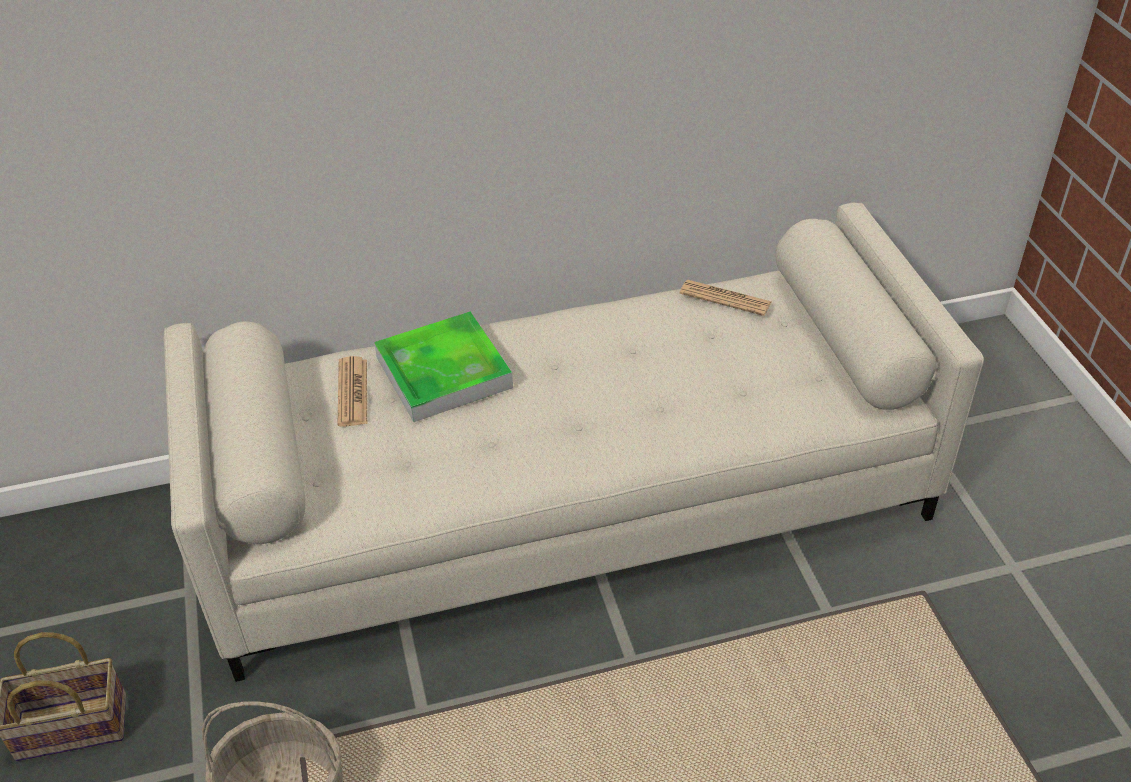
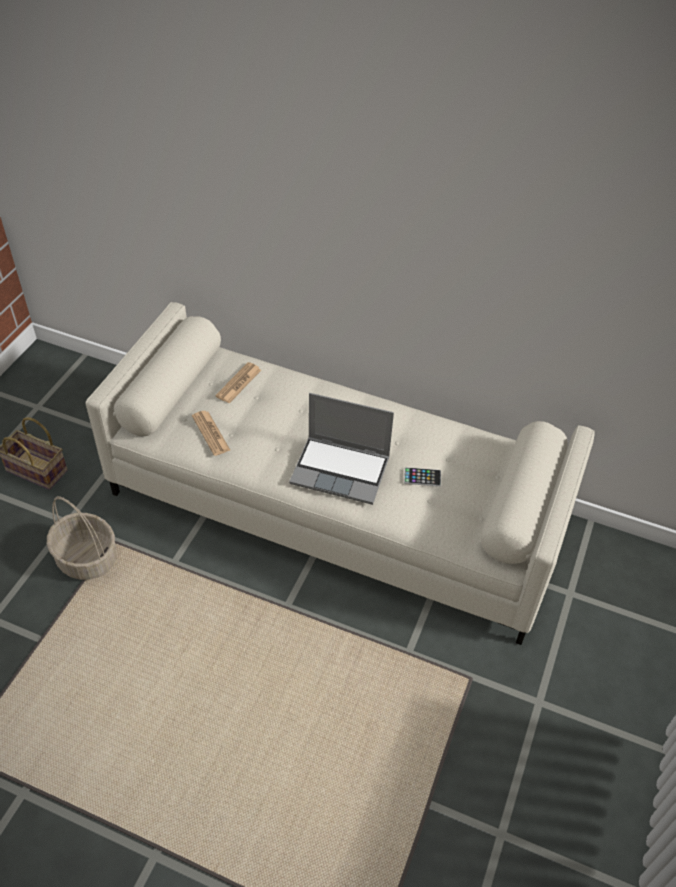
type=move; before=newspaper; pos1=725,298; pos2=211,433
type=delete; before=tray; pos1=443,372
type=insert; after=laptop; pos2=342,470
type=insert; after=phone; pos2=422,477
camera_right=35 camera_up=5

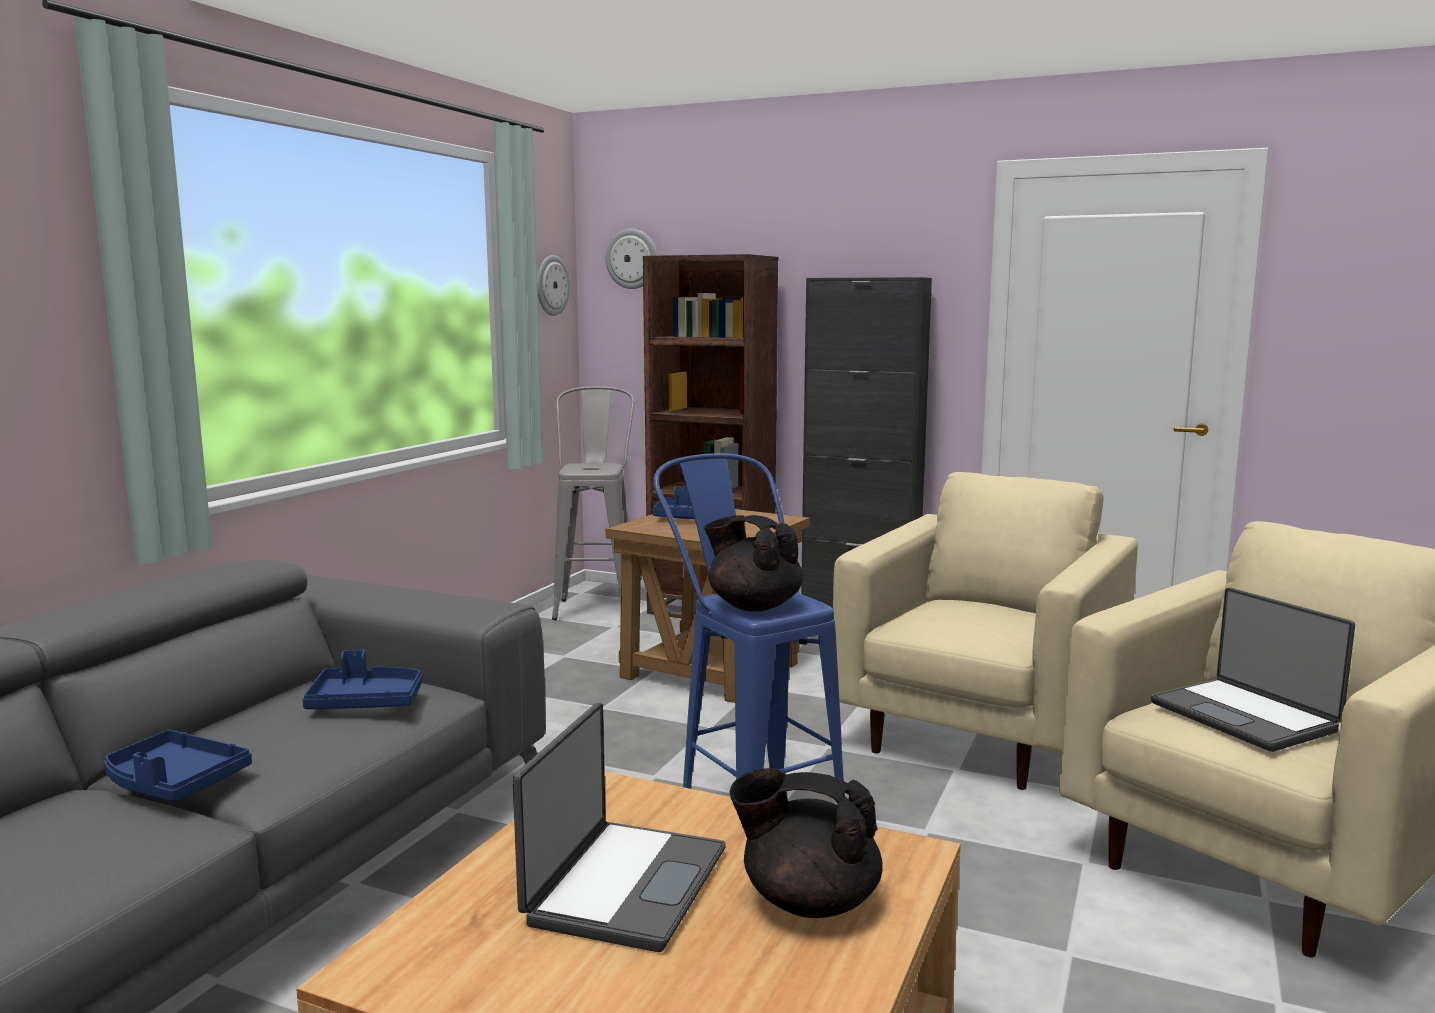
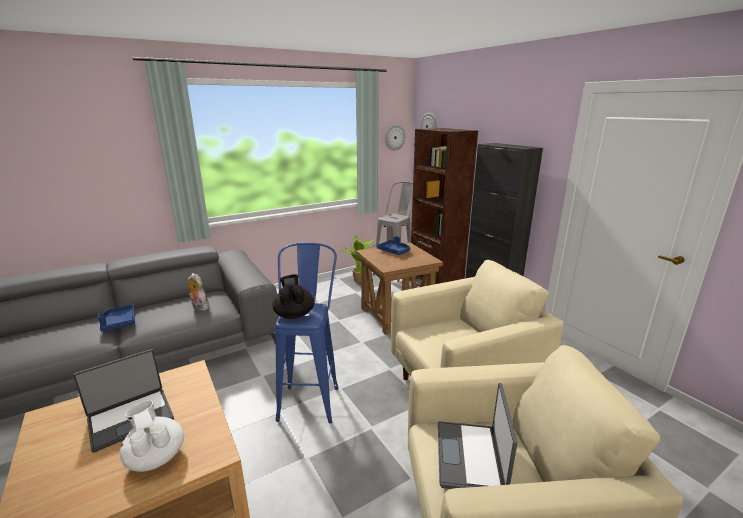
type=replace; before=tray/blue; after=plush toy; pos1=366,702; pos2=199,307
type=recolor; before=teapot/black; after=teapot/white; pos1=808,901; pos2=156,457
type=insert; after=potted plant; pos2=360,282
camera_right=35 camera_up=10

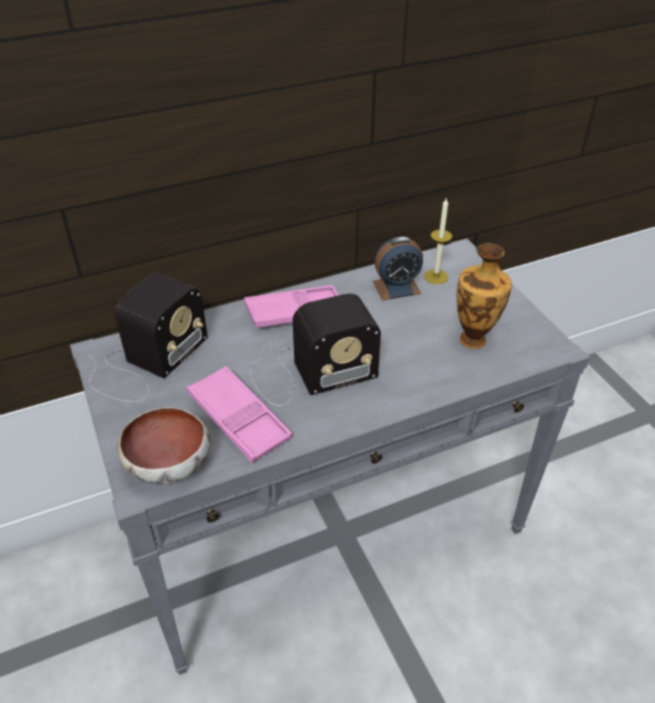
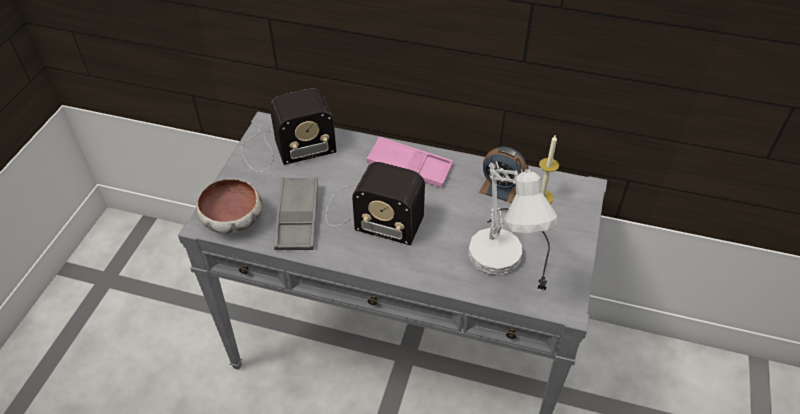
type=replace; before=vase; after=table lamp/white; pos1=474,339; pos2=512,261
type=recolor; before=tray/pink; after=tray/grey; pos1=239,419; pos2=297,218
camera_right=40 camera_up=5

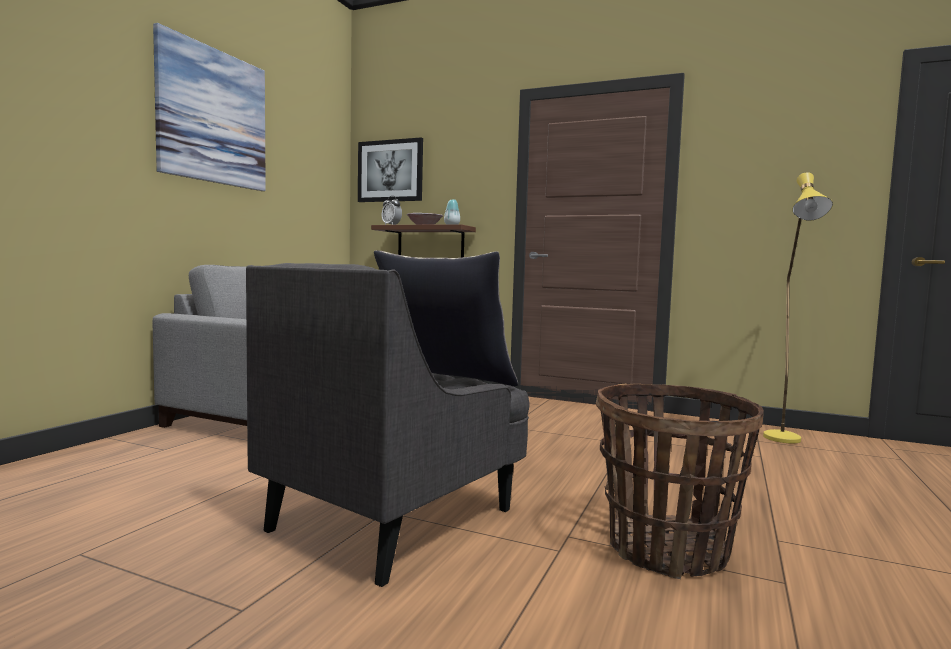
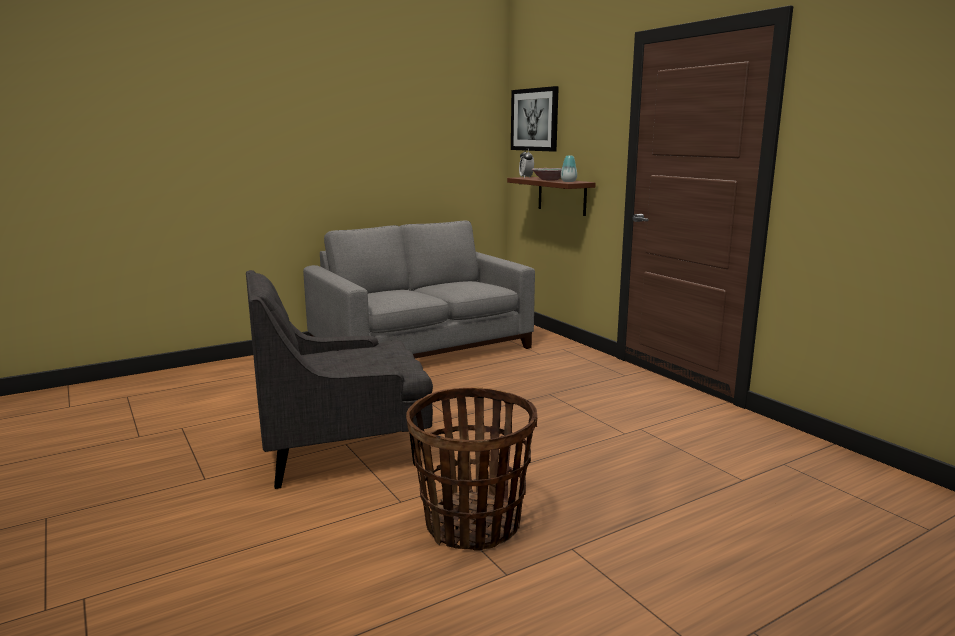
type=delete; before=picture; pos1=213,116
type=delete; before=floor lamp/yellow; pos1=785,442
type=delete; before=pillow; pos1=443,382
camera_right=35 camera_up=10

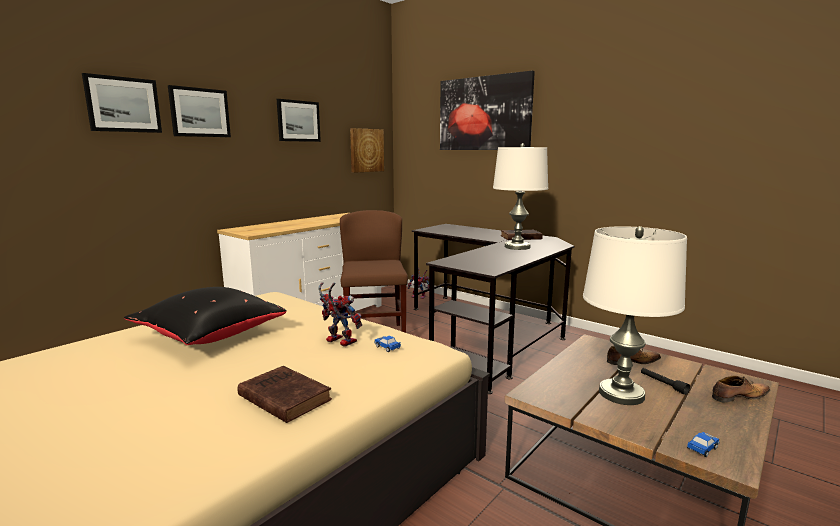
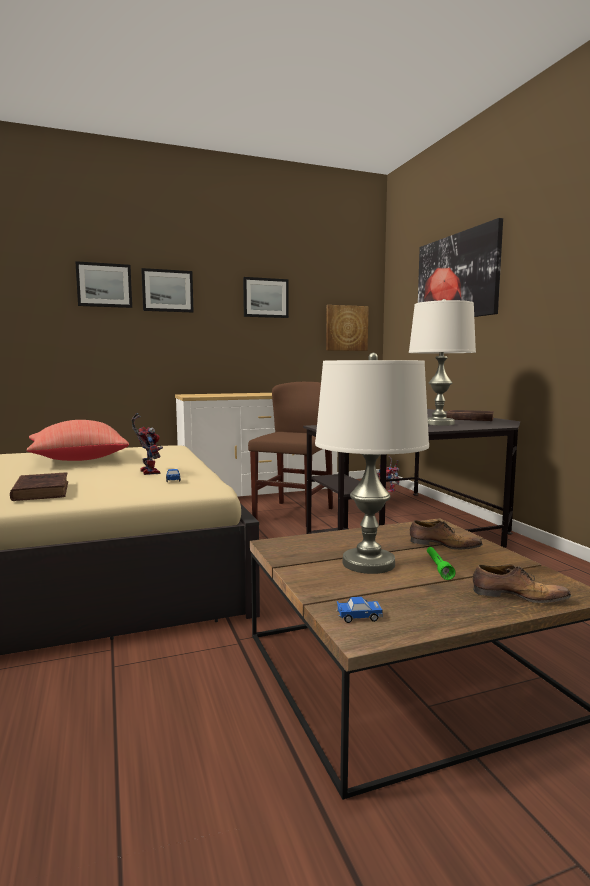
type=recolor; before=pillow/black; after=pillow/red; pos1=208,336; pos2=77,460
type=recolor; before=flashlight/black; after=flashlight/green; pos1=663,384; pos2=438,567
camera_right=30 camera_up=-5

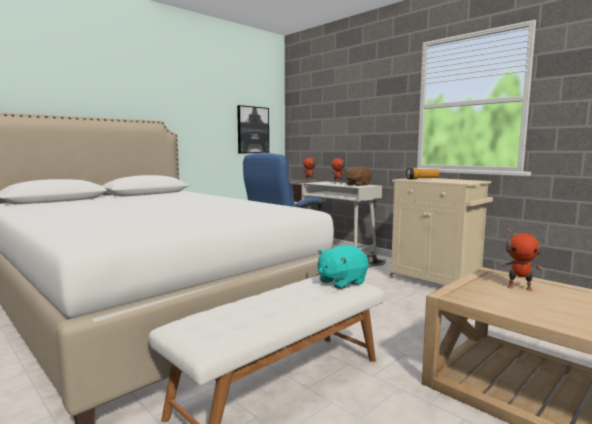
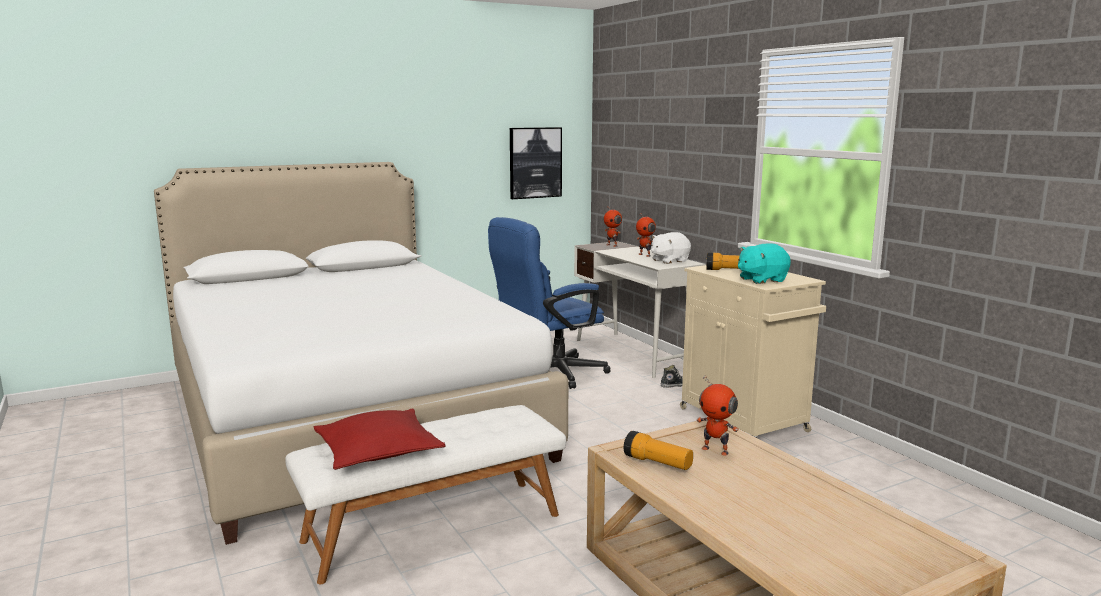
type=recolor; before=plush toy/brown; after=plush toy/white; pos1=357,185; pos2=669,261
type=move; before=plush toy/turquoise; pos1=341,282; pos2=761,280
type=insert; after=pillow/red; pos2=378,451
type=insert; after=flashlight; pos2=657,463
camera_right=15 camera_up=5

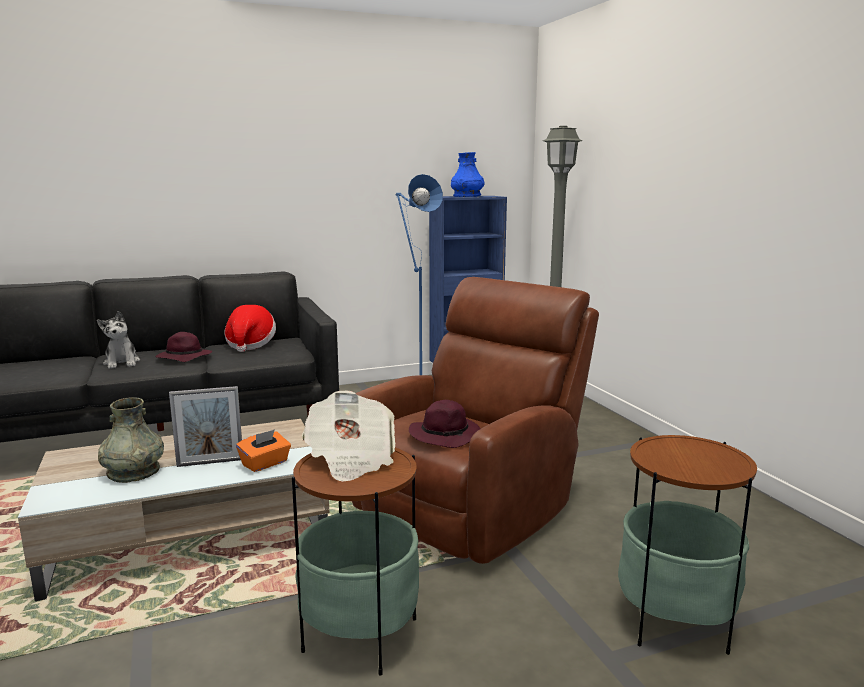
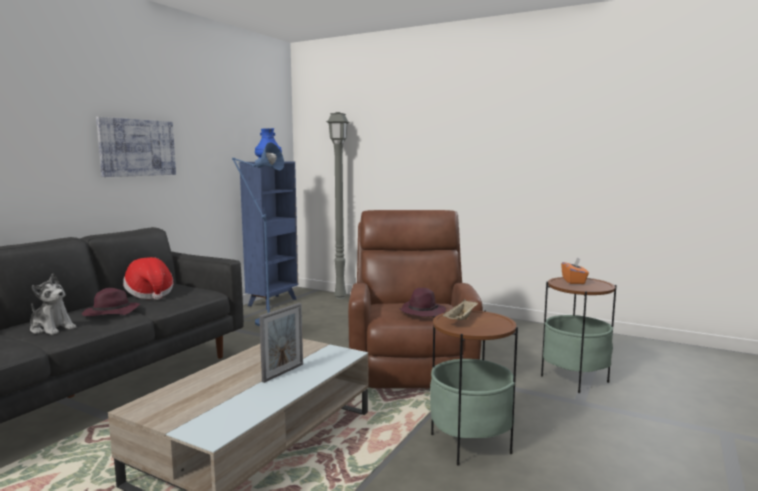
type=replace; before=newspaper; after=tray/beige; pos1=351,459; pos2=461,320
type=delete; before=vase/grey; pos1=133,471
type=move; before=tissue box/orange; pos1=265,464; pos2=574,281
type=insert; after=picture; pos2=137,147
camera_right=-40 camera_up=-5

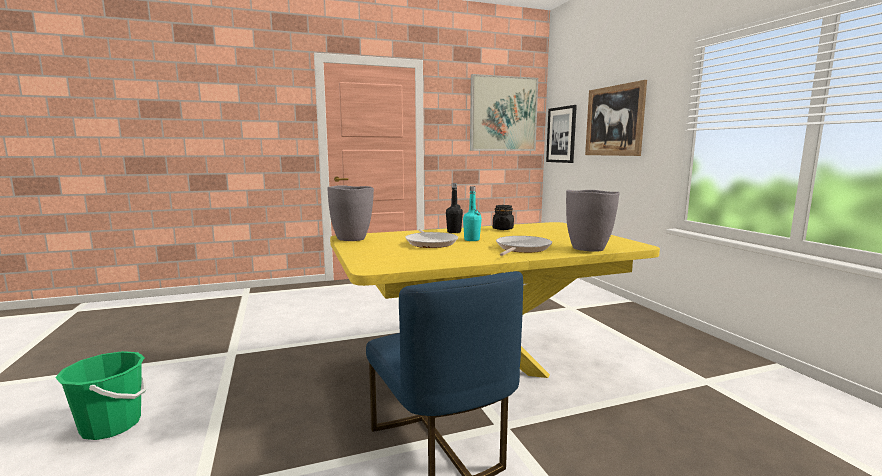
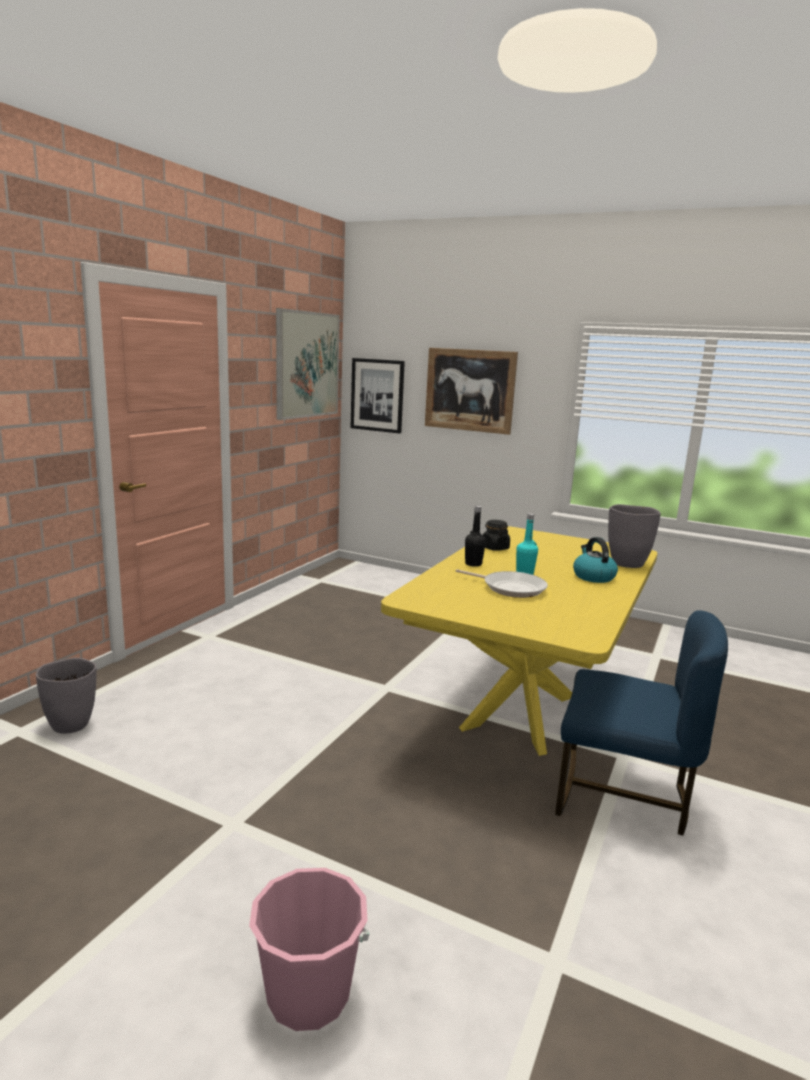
type=move; before=vase/grey; pos1=352,239; pos2=71,725
type=replace; before=frying pan; after=kettle; pos1=521,249; pos2=593,577
type=recolor; before=bucket/green; after=bucket/pink; pos1=111,425; pos2=308,994
camera_right=-45 camera_up=5

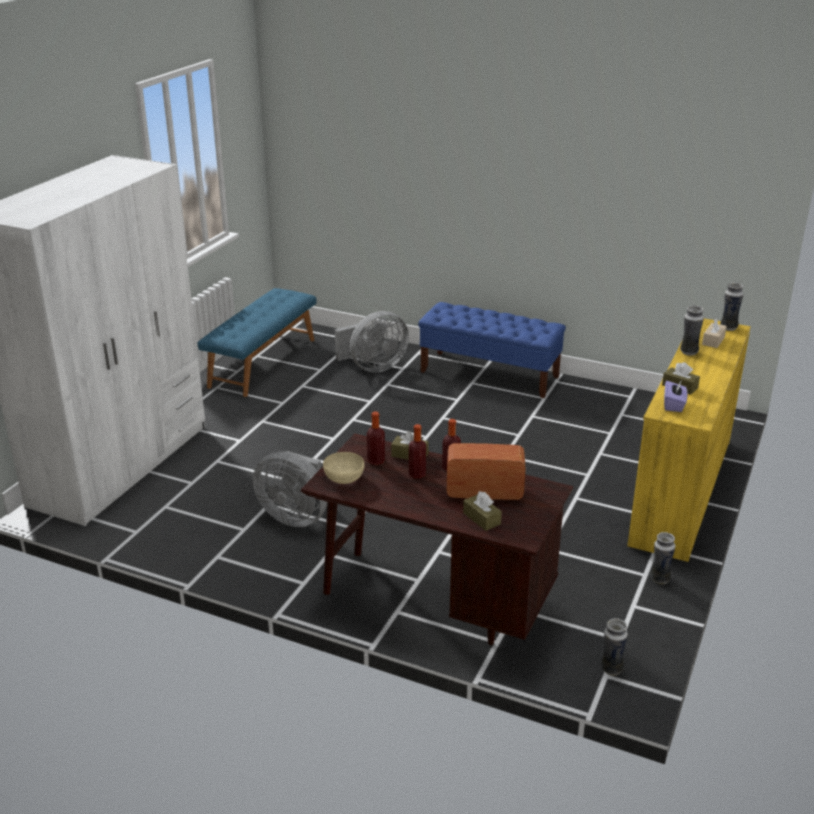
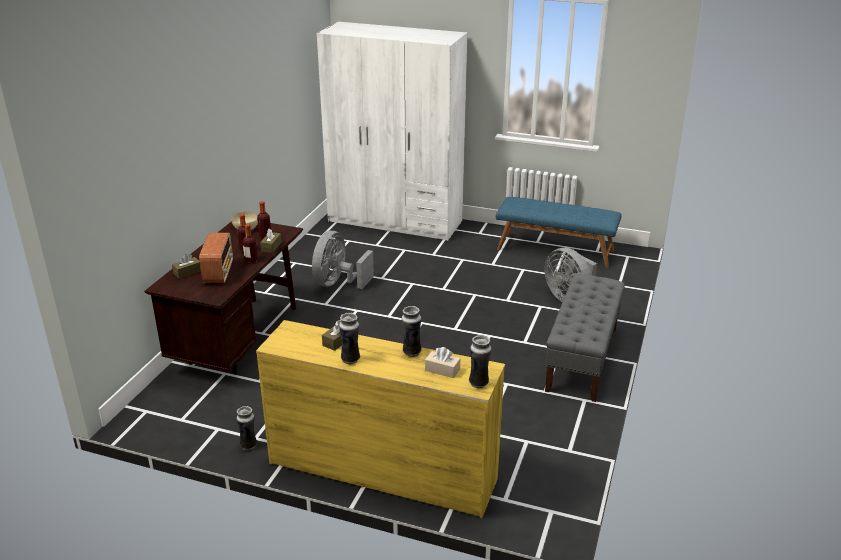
type=recolor; before=bench/blue; after=bench/grey; pos1=490,374; pos2=582,359
type=delete; before=tissue box/purple; pos1=674,405
type=move; before=vase; pos1=611,669; pos2=350,359
camera_right=85 camera_up=0

